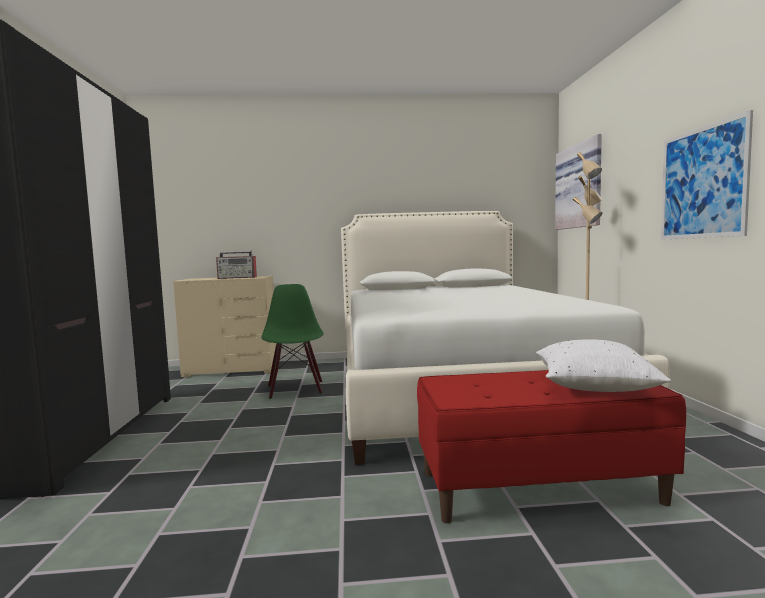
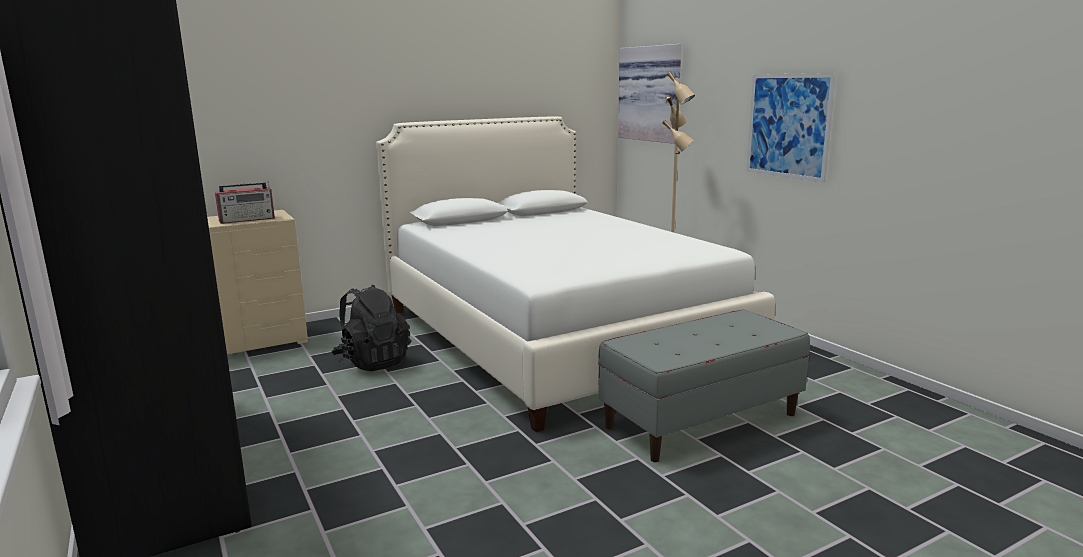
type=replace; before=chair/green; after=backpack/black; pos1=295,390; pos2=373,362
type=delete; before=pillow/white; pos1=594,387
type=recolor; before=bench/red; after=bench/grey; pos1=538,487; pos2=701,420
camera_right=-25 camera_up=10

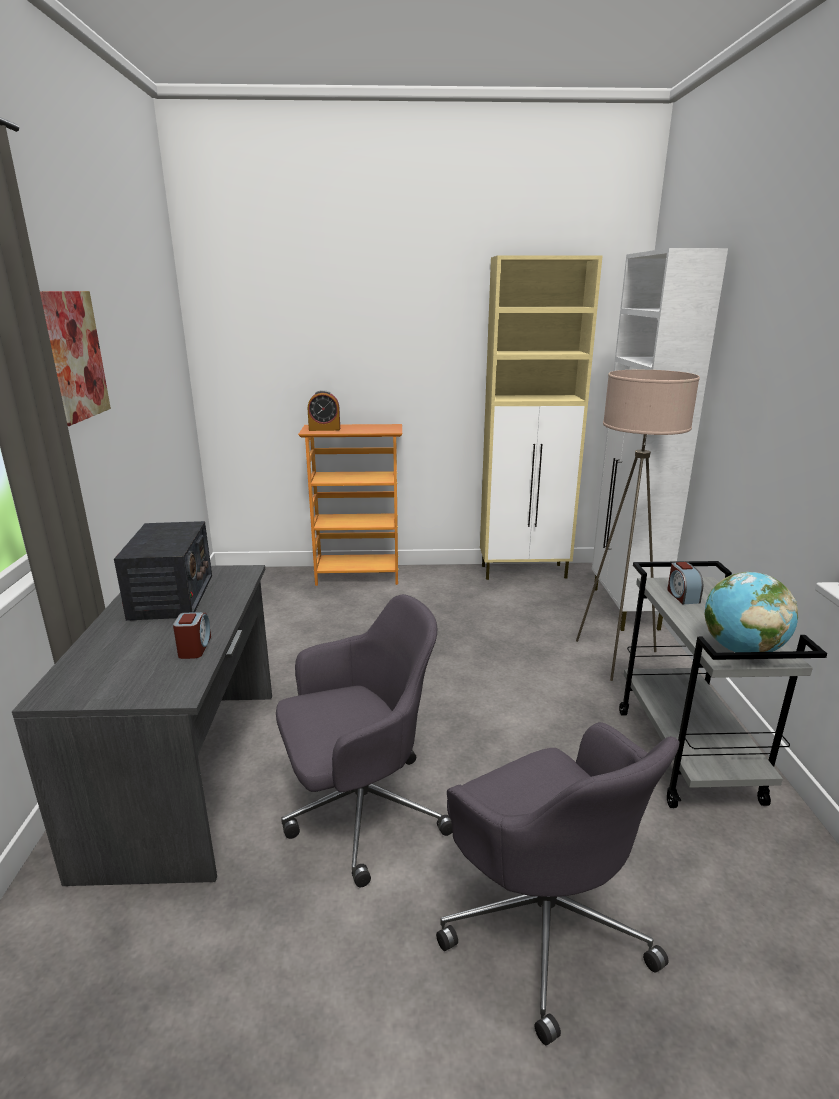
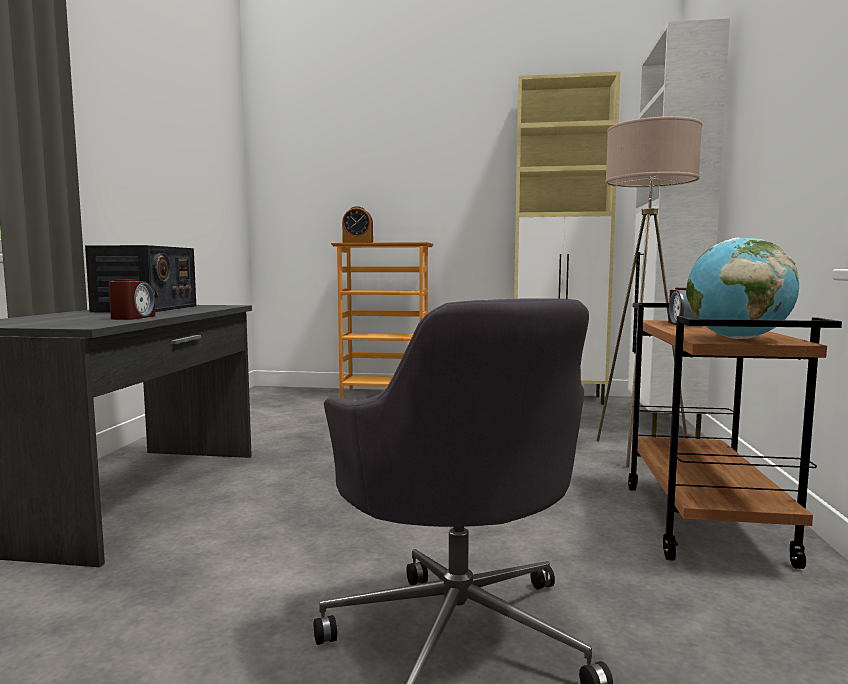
type=delete; before=picture; pos1=73,356
type=recolor; before=cart/grey; after=cart/brown; pos1=688,755; pos2=705,524
type=delete; before=office chair/grey; pos1=360,811
camera_right=10 camera_up=-15

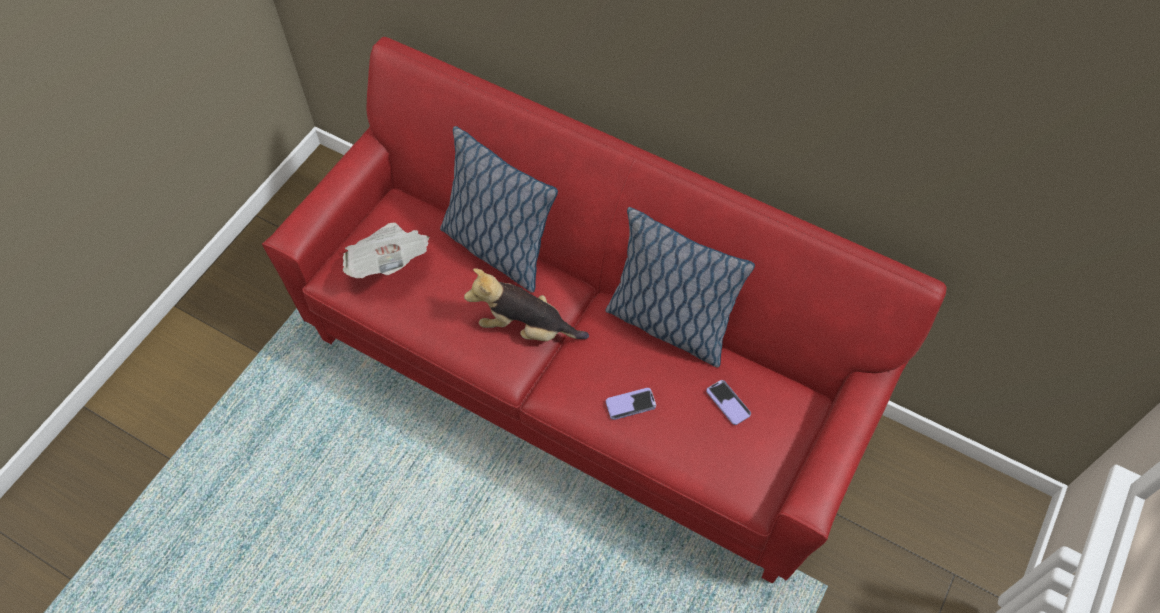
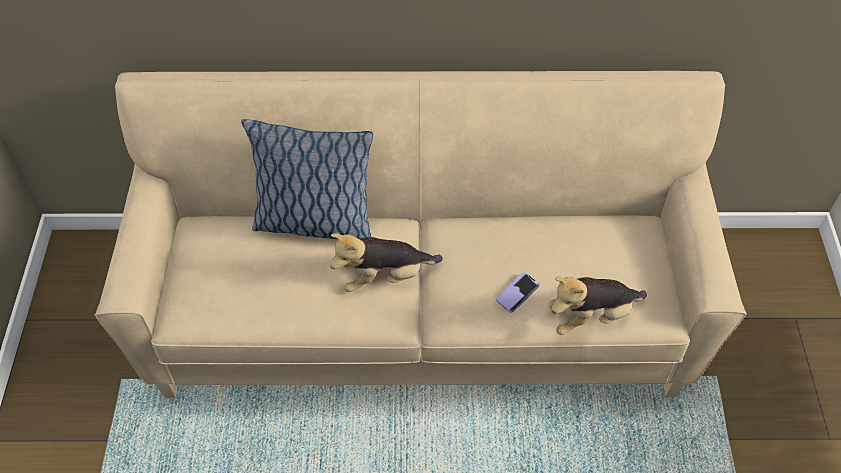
type=recolor; before=sofa/red; after=sofa/beige; pos1=580,379; pos2=420,316
type=delete; before=pillow; pos1=668,323
type=delete; before=newspaper; pos1=389,263
type=delete; before=phone; pos1=728,403
type=insert; after=plush toy; pos2=590,316
camera_right=-30 camera_up=-5

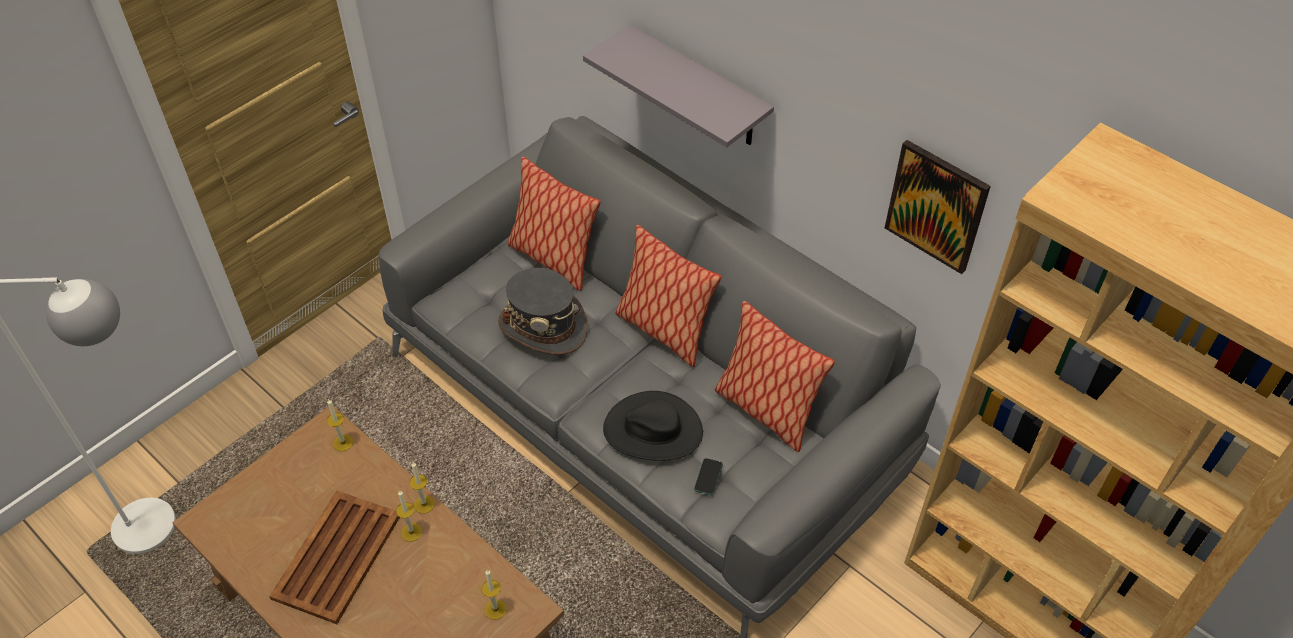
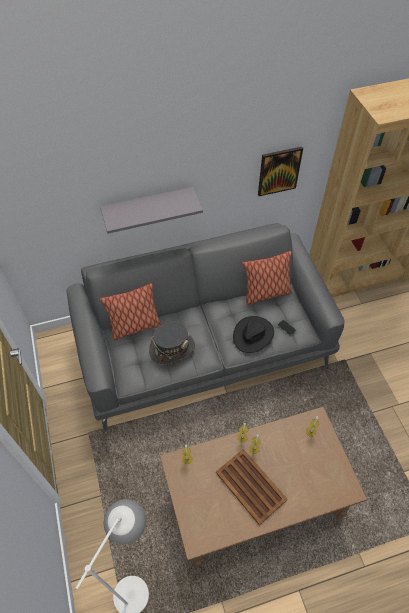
type=delete; before=pillow; pos1=663,330
camera_right=-60 camera_up=5

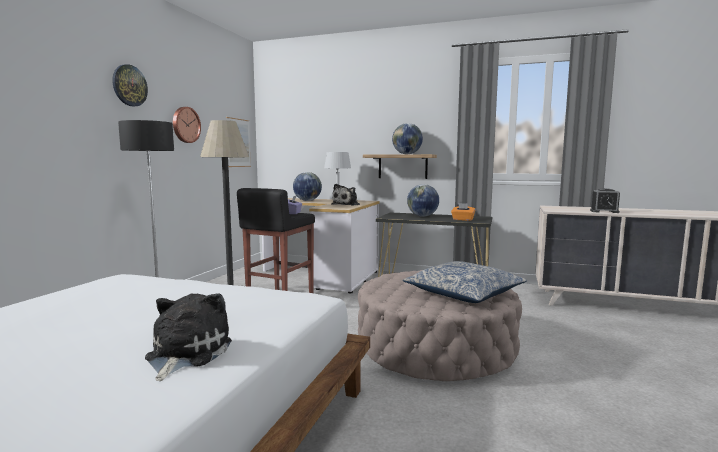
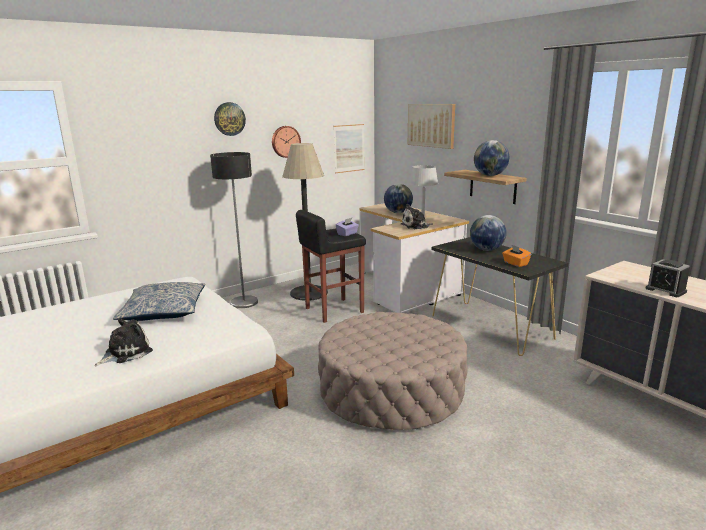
type=move; before=pillow; pos1=464,293; pos2=164,311
type=insert; after=picture; pos2=431,125
camera_right=35 camera_up=10

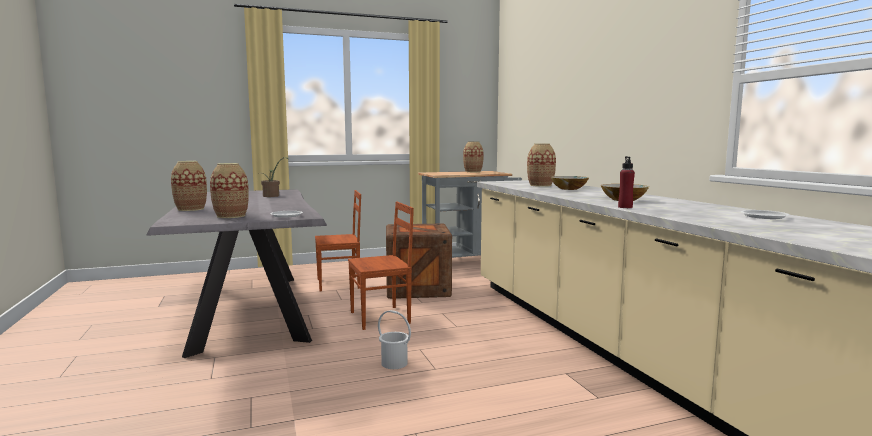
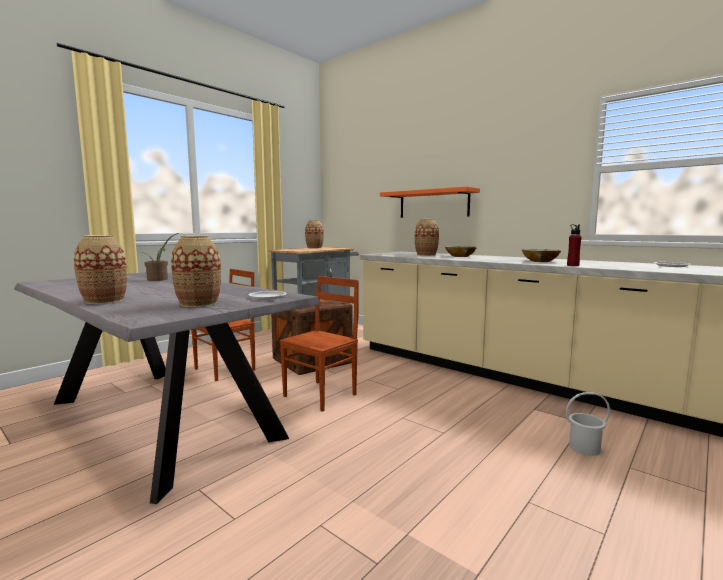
type=move; before=bucket/white; pos1=394,363; pos2=584,447
type=insert; after=shelf/orange; pos2=433,204
camera_right=-30 camera_up=0

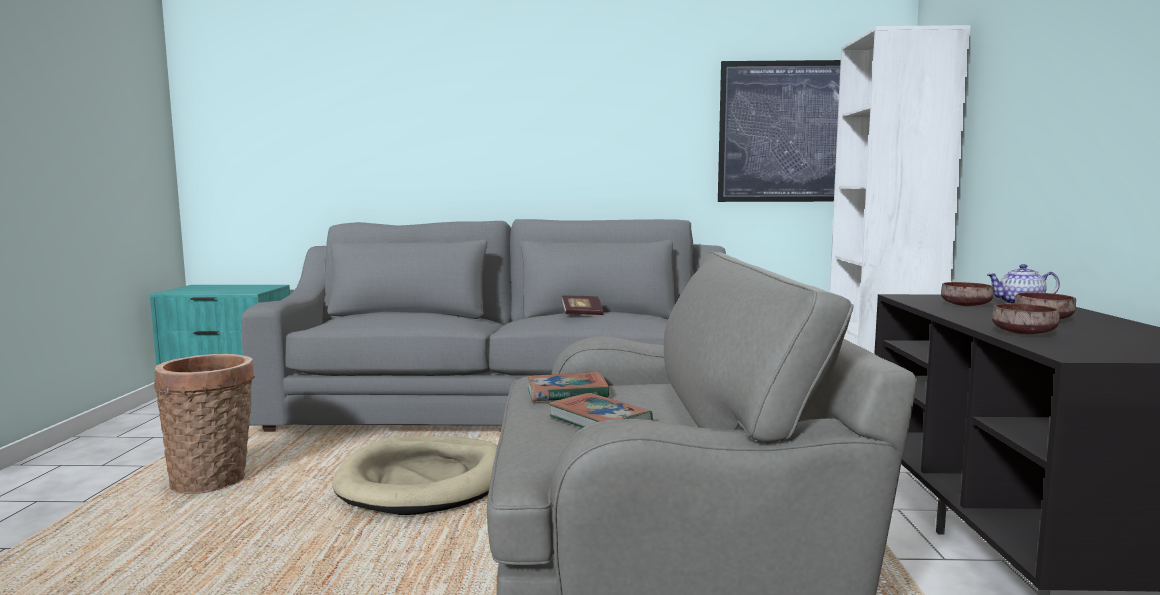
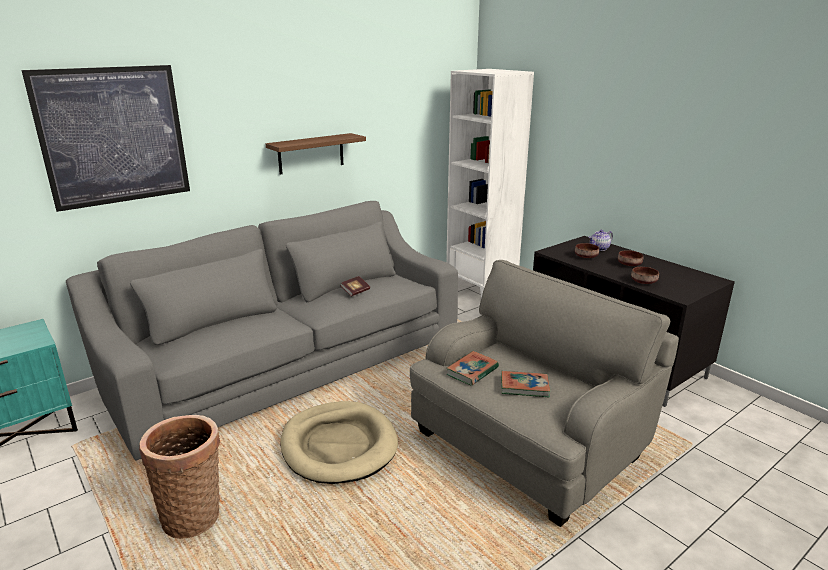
type=move; before=picture; pos1=788,132; pos2=114,136
type=insert; after=shelf; pos2=311,153
camera_right=-40 camera_up=15

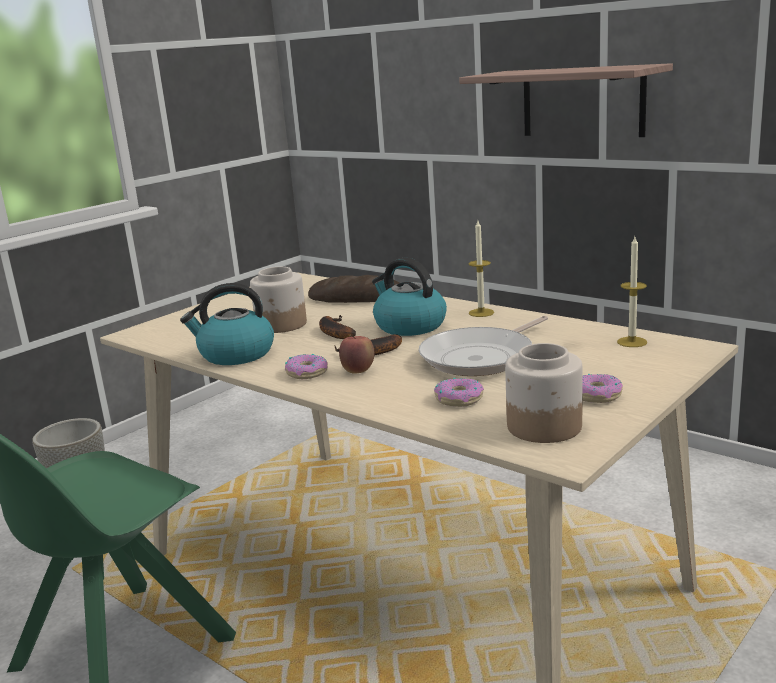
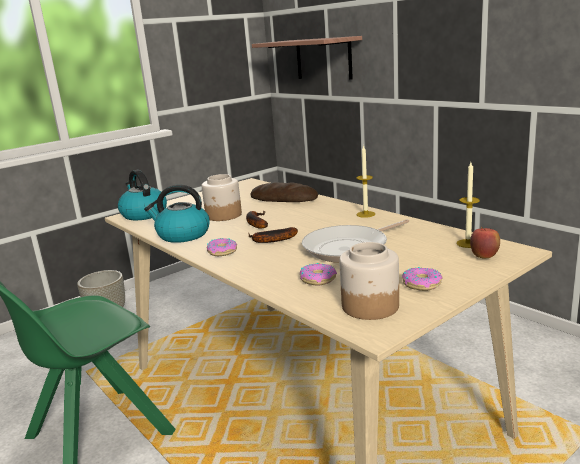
type=move; before=shelf; pos1=582,102; pos2=323,58
type=move; before=kettle; pos1=409,326; pos2=143,214
type=move; before=apple; pos1=358,372; pos2=484,257
camera_right=10 camera_up=0

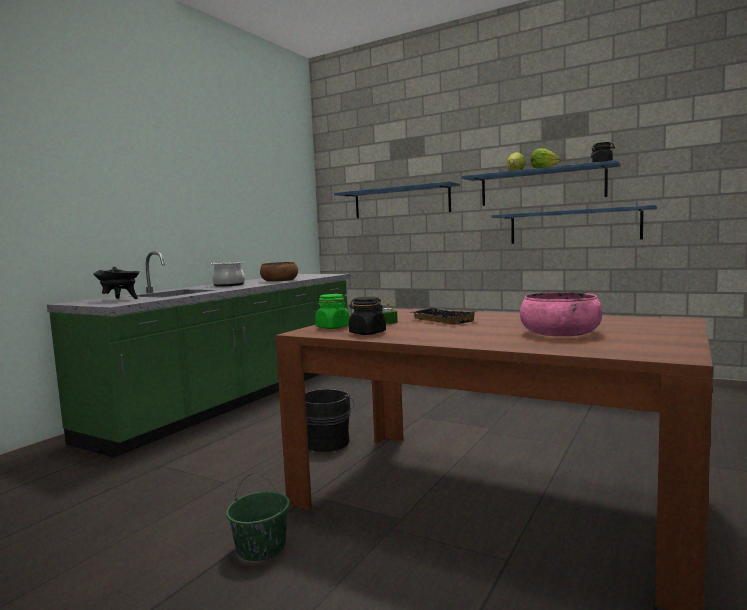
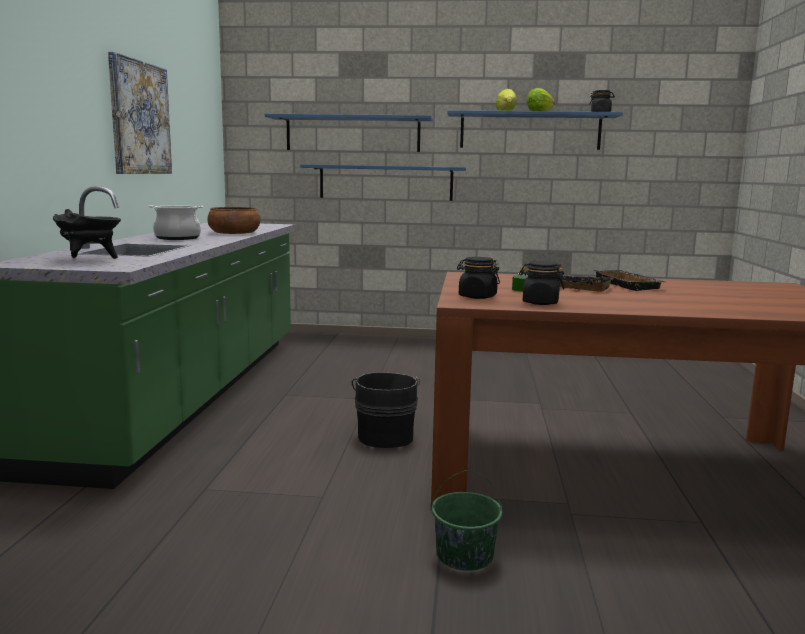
type=move; before=shelf/blue; pos1=573,226; pos2=386,182
type=delete; before=bowl/pink; pos1=559,333
type=recolor; before=jar/green; after=jar/black; pos1=332,327; pos2=477,297
type=insert; after=picture; pos2=139,118
type=insert; after=tray/black; pos2=629,285
camera_right=-25 camera_up=5

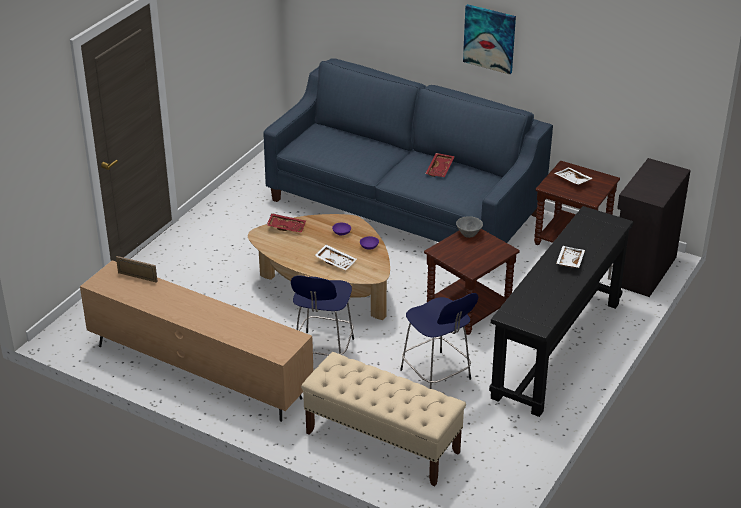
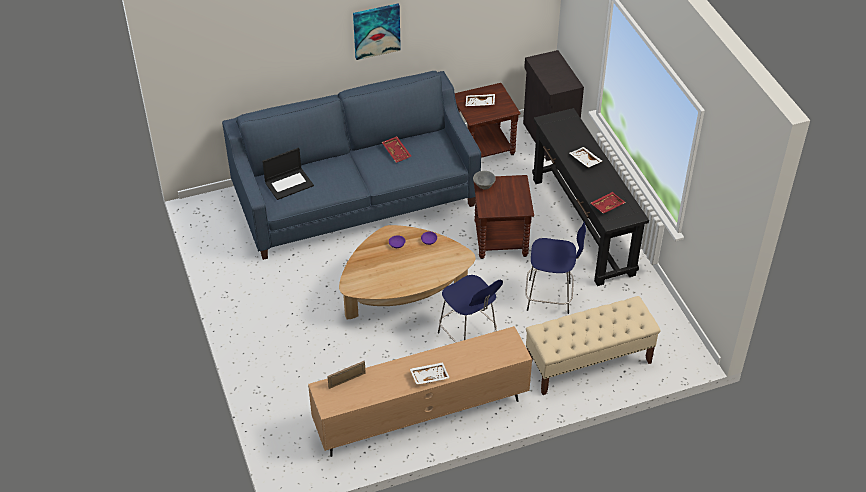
type=move; before=tray/red; pos1=286,227; pos2=606,205
type=move; before=tray/white; pos1=336,261; pos2=429,376
type=insert; after=laptop; pos2=289,183
camera_right=-50 camera_up=10

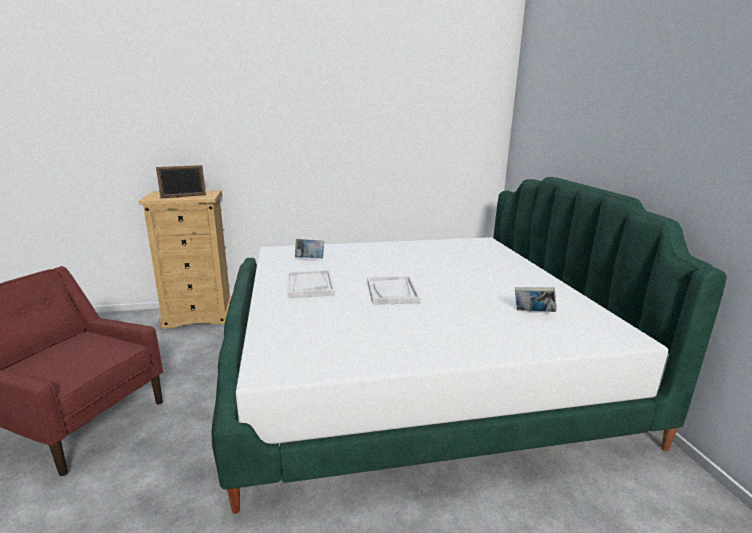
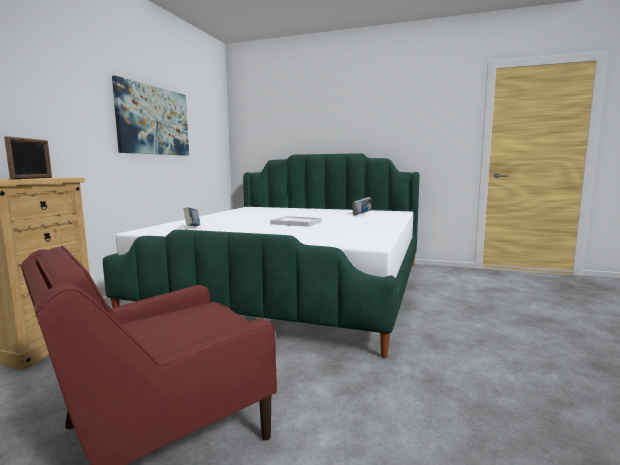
type=delete; before=tray/white; pos1=310,285
type=insert; after=picture; pos2=153,121
camera_right=-60 camera_up=-10

